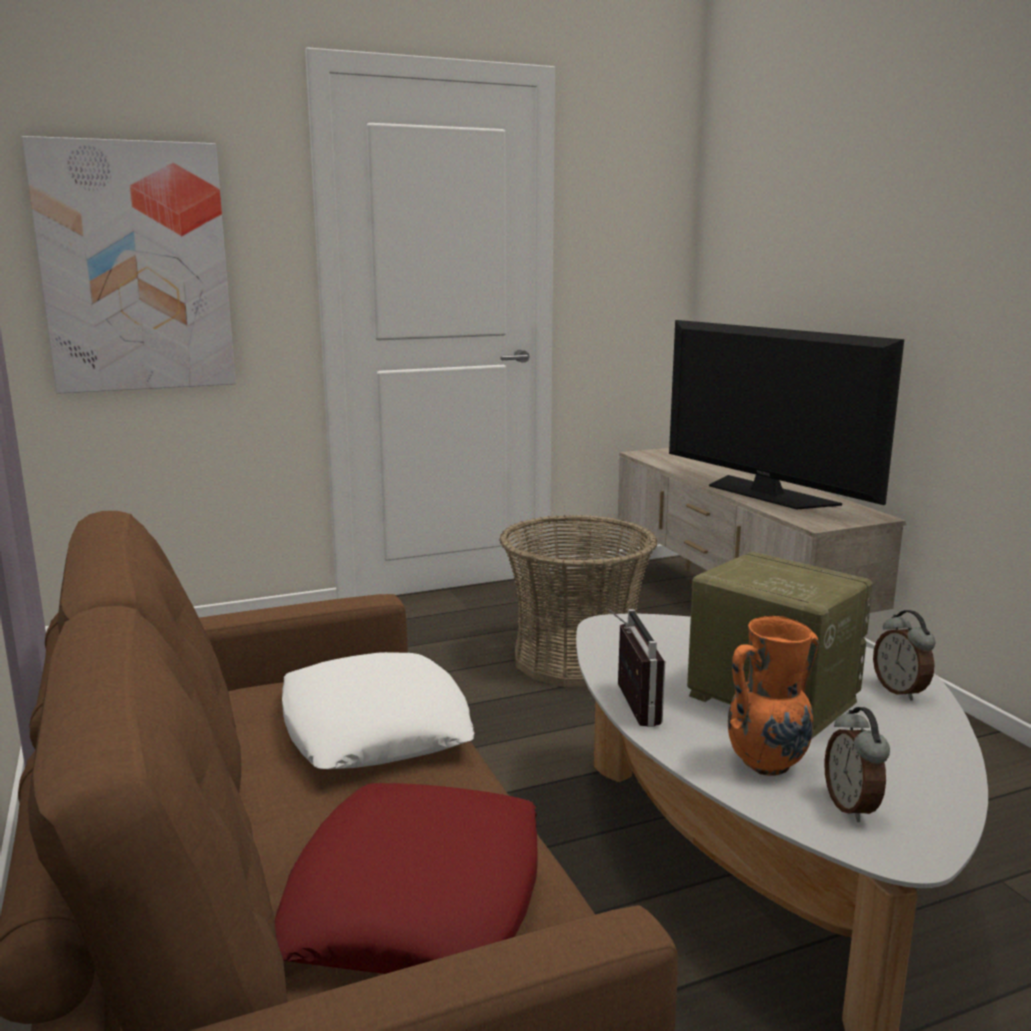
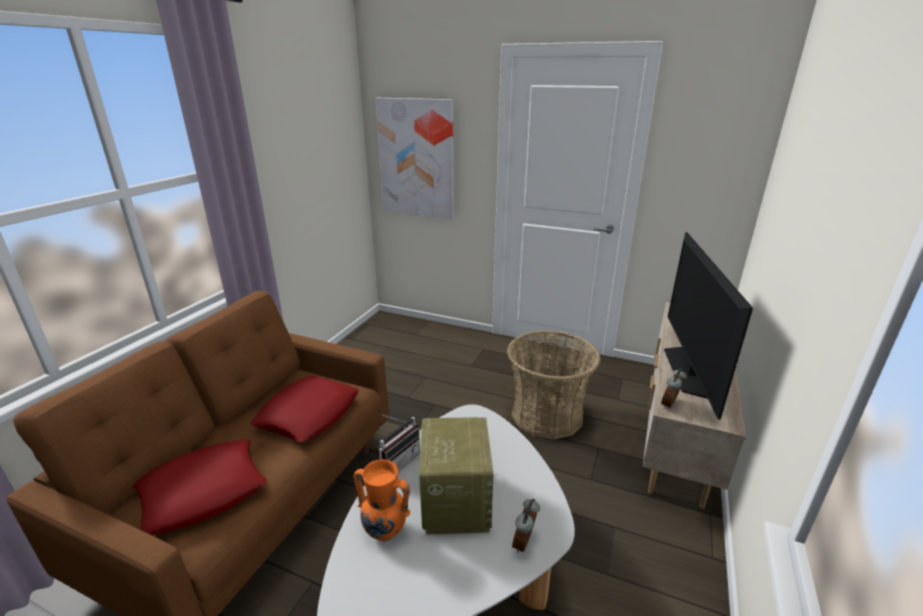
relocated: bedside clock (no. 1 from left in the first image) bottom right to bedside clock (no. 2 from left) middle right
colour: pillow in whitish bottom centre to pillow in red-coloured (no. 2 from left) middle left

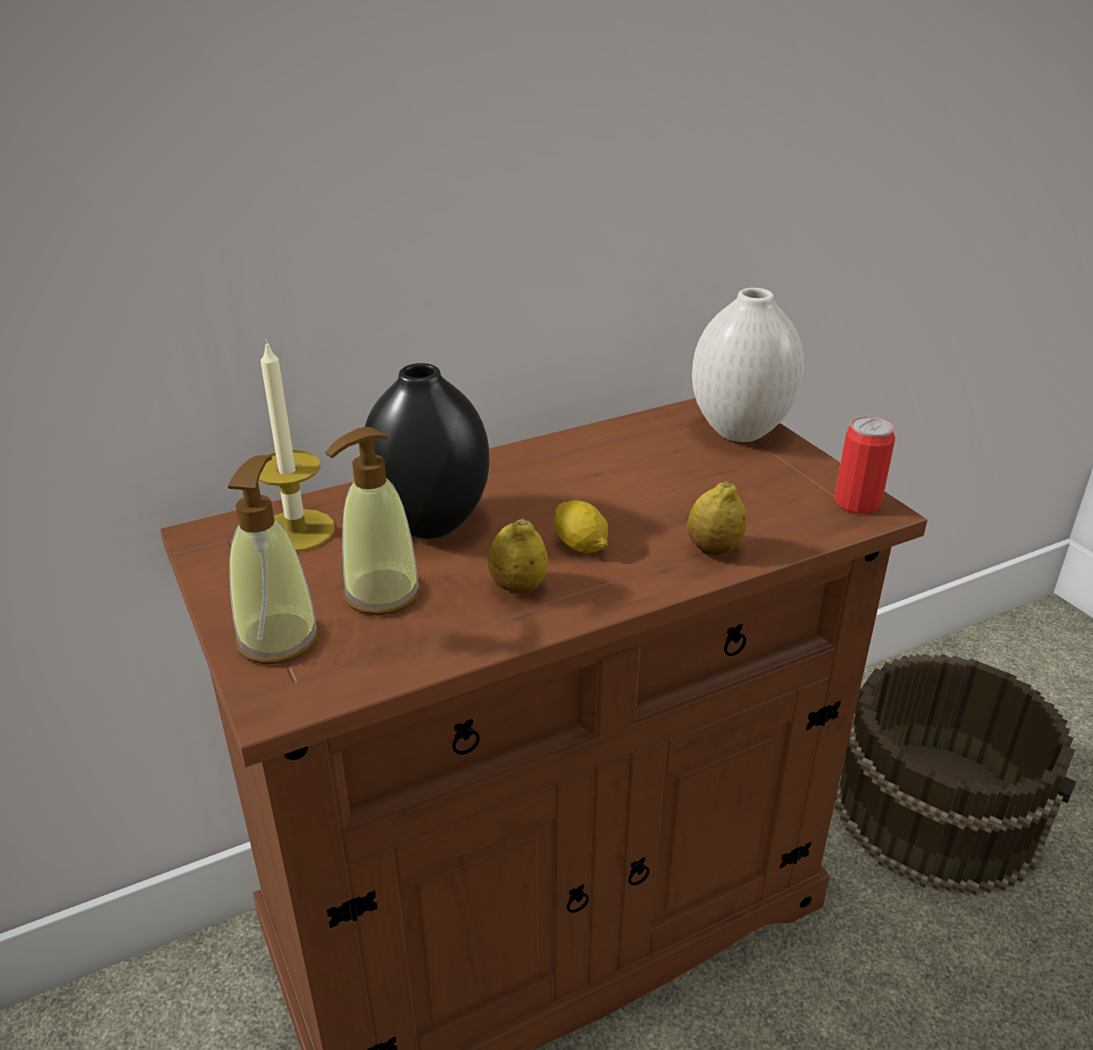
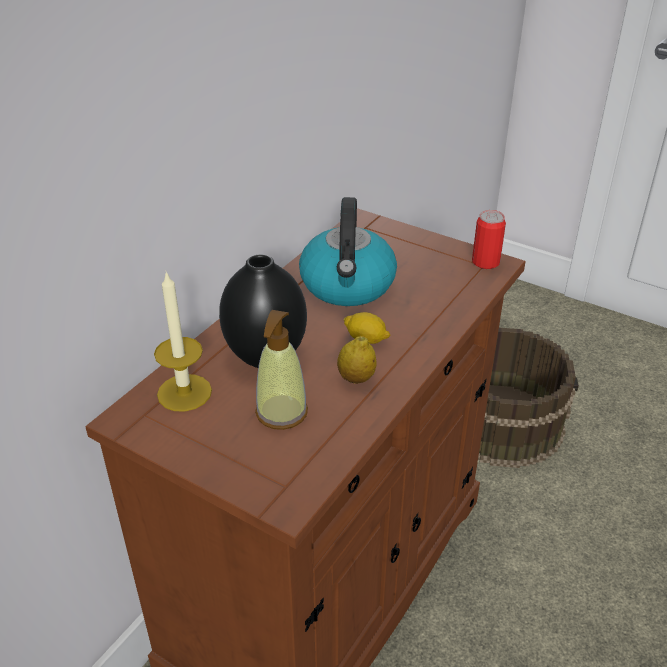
missing: flower vase in whitish middle right; soap bottle (no. 1 from left) middle left; citrus fruit (no. 3 from left) centre
appeared: kettle centre

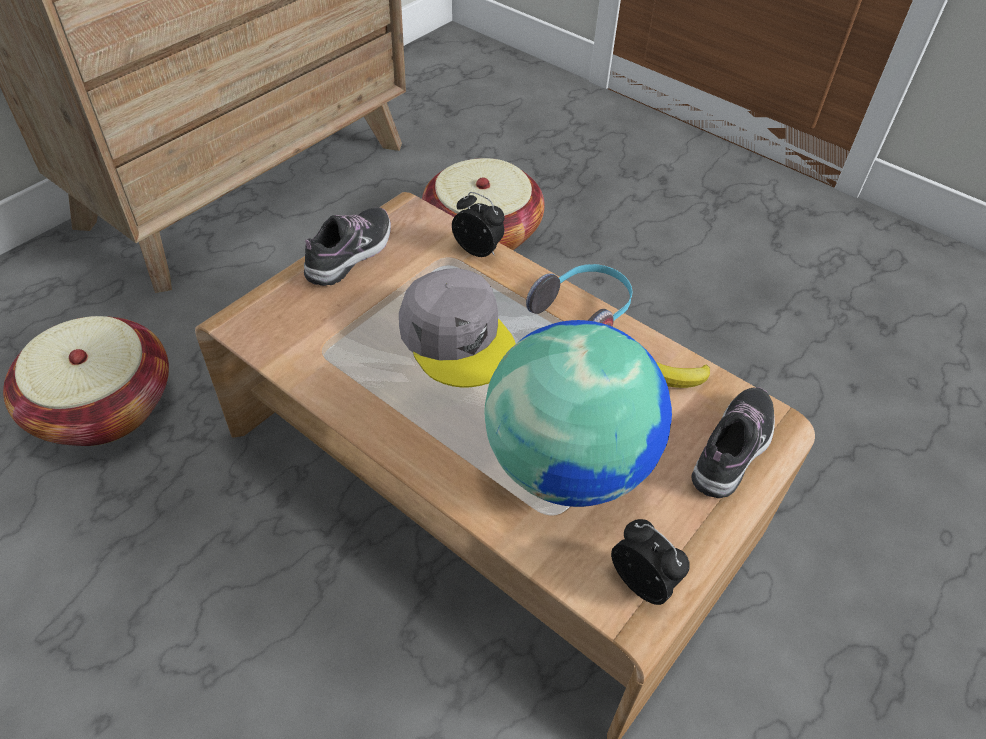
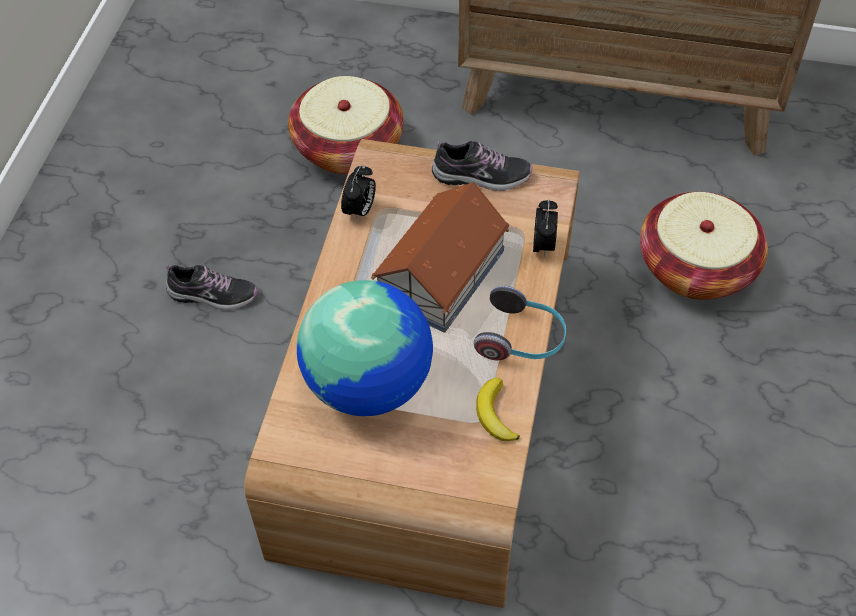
relocated: low shoe (no. 2 from left in the first image) middle right to low shoe (no. 1 from left) middle left; bedside clock (no. 2 from left in the first image) bottom centre to bedside clock (no. 1 from left) top centre
exchanged: cap in greyish centre to model house centre

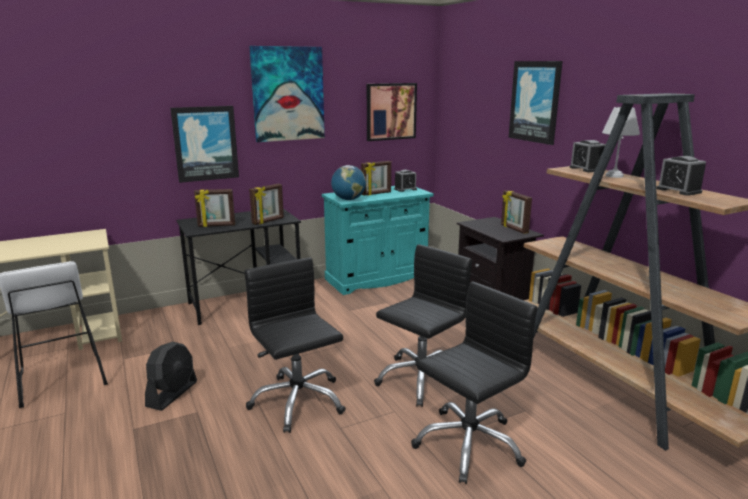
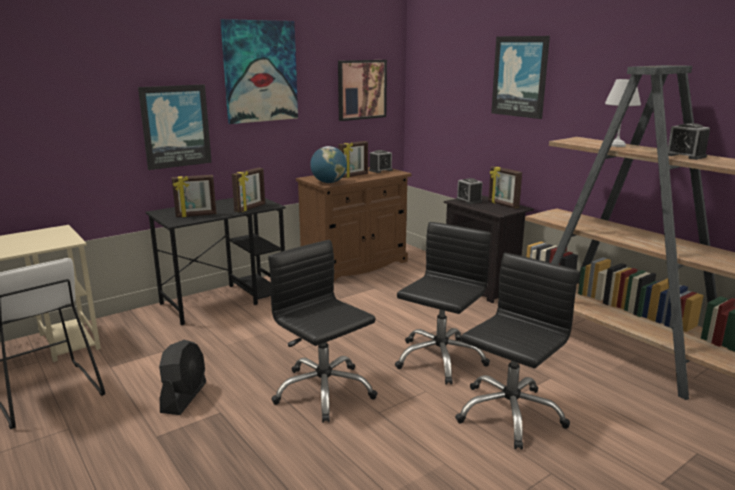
relocated: bedside clock (no. 2 from left) top right to centre
colour: cupboard in turquoise centre to cupboard in brown-coloured centre

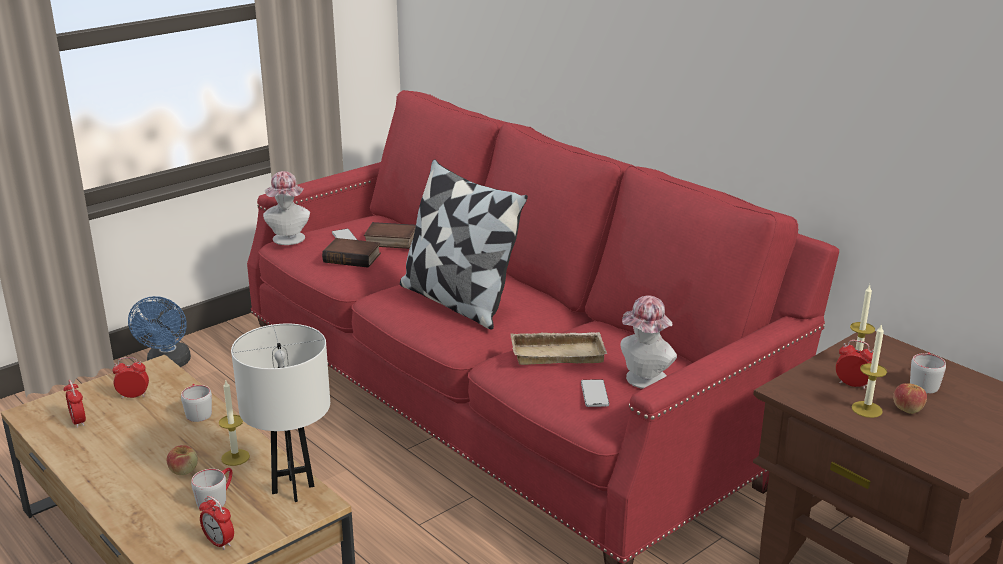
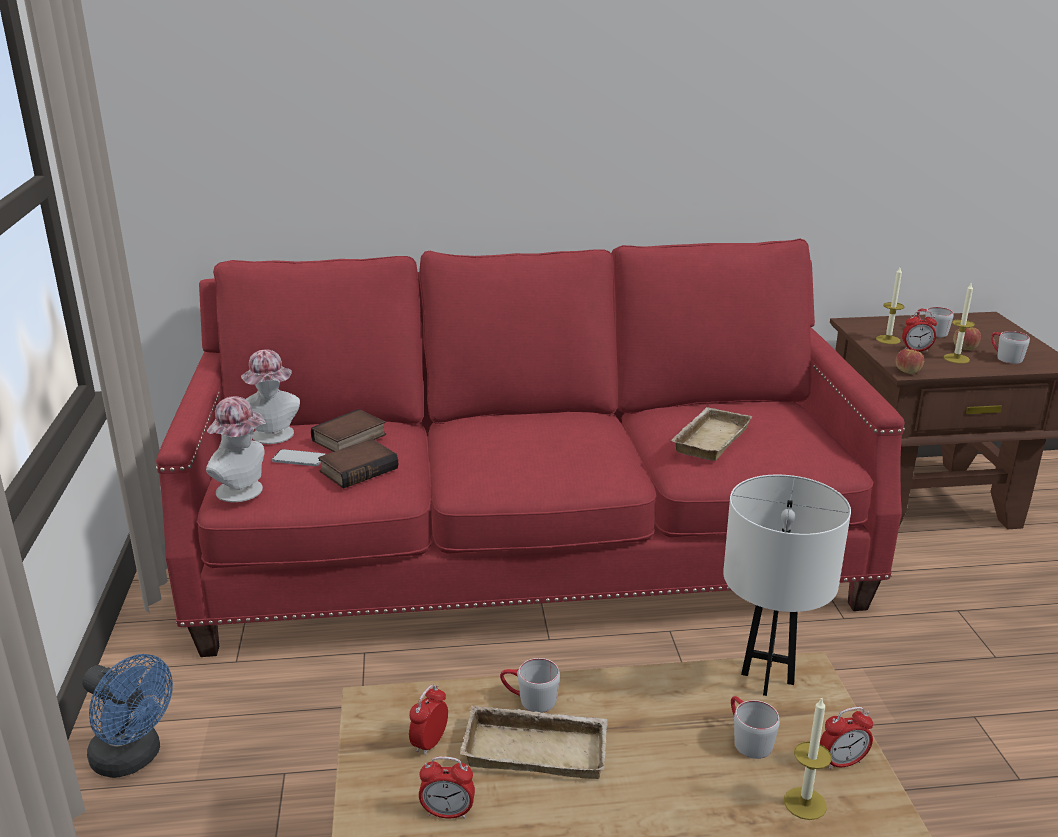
missing: pillow centre; telephone (no. 2 from left) bottom centre
appeared: tea mug in greyish (no. 4 from left) middle right; tray in sand-coloured (no. 1 from left) bottom centre
relocated: hat (no. 2 from left) centre to middle left; wax light (no. 1 from left) bottom left to bottom right; apple (no. 1 from left) bottom left to middle right
spun: bedside clock (no. 4 from left) middle right = middle right 150 degrees counterclockwise

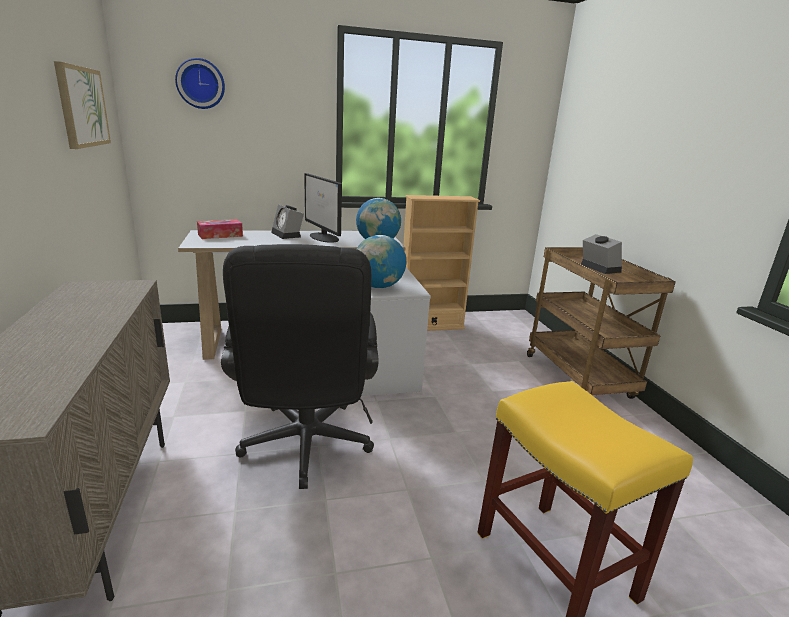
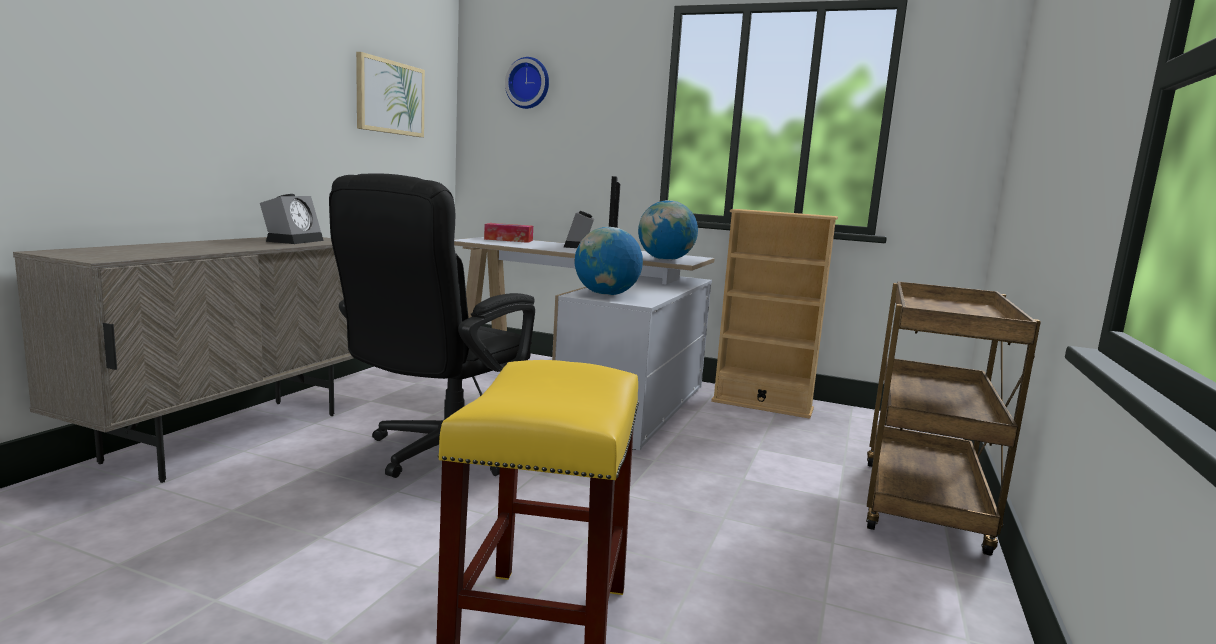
relocated: bedside clock (no. 2 from left in the first image) middle right to bedside clock (no. 1 from left) middle left

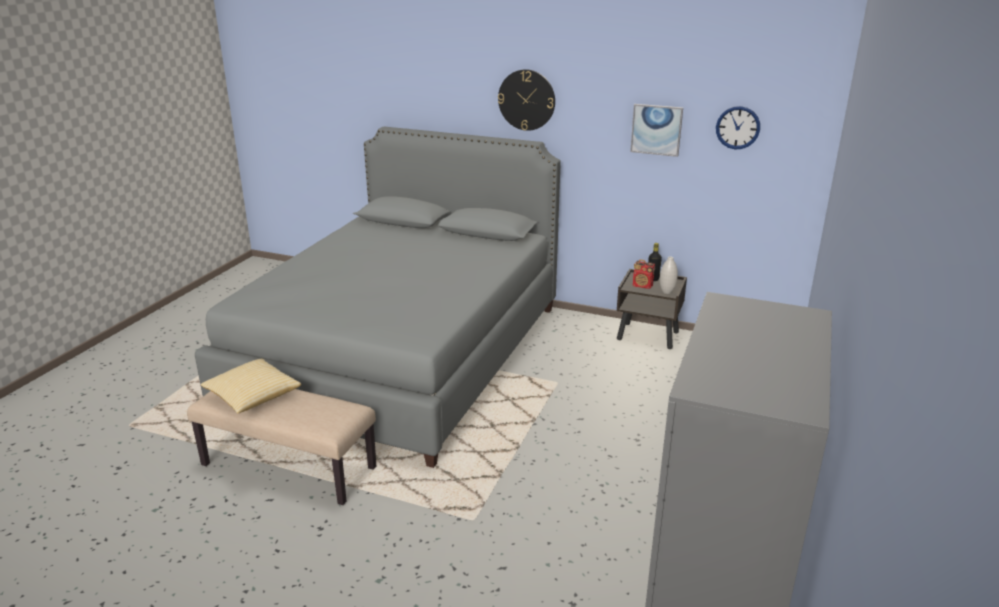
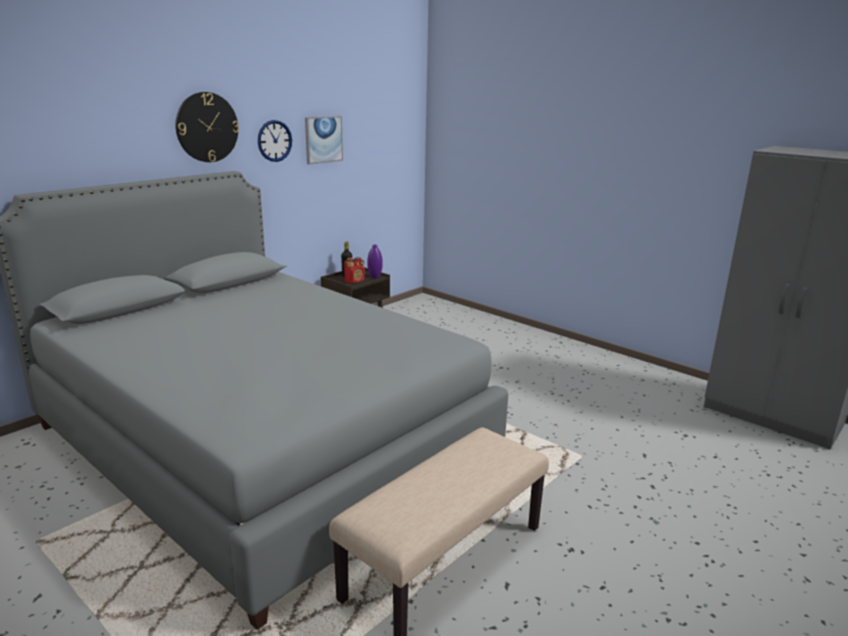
missing: pillow middle left
relocated: wall clock (no. 2 from left) top right to top left
colour: flower vase in whitish middle right to flower vase in purplish centre

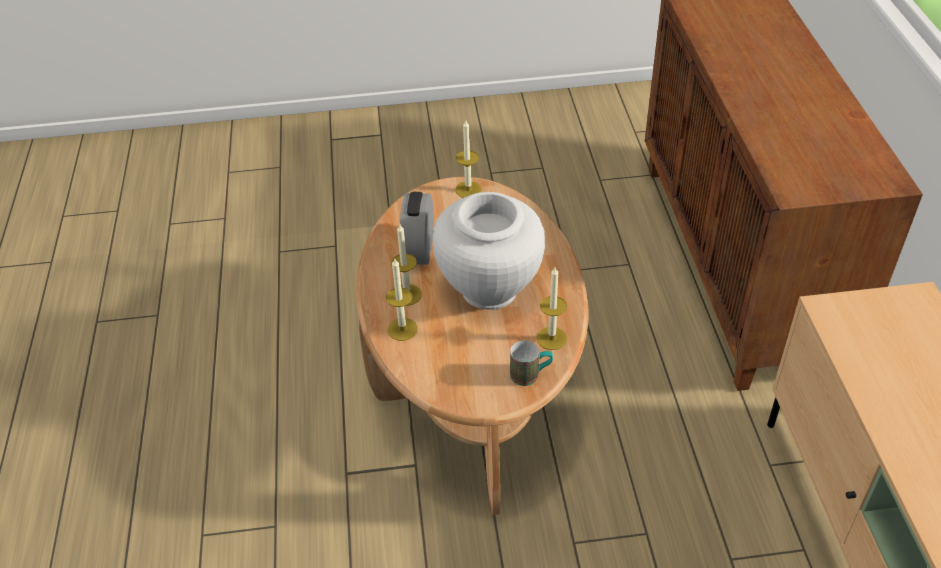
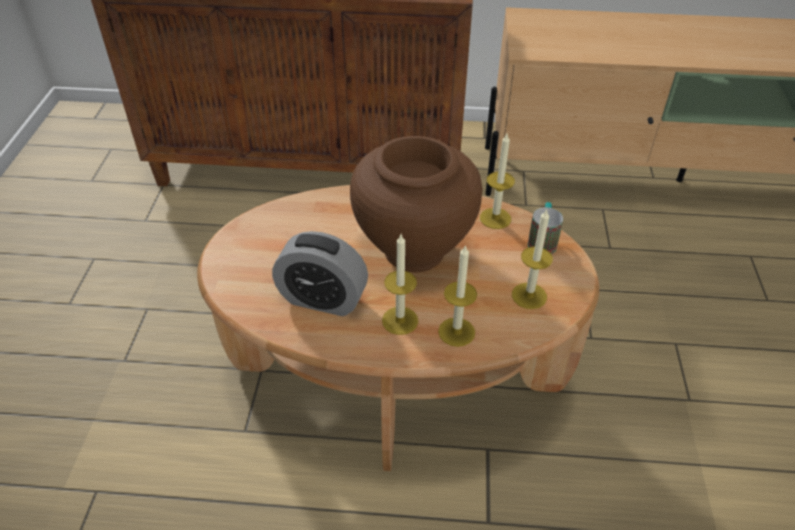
relocated: wax light (no. 3 from left in the first image) top centre to wax light (no. 4 from left) middle right
colour: flower vase in whitish centre to flower vase in brown-coloured centre

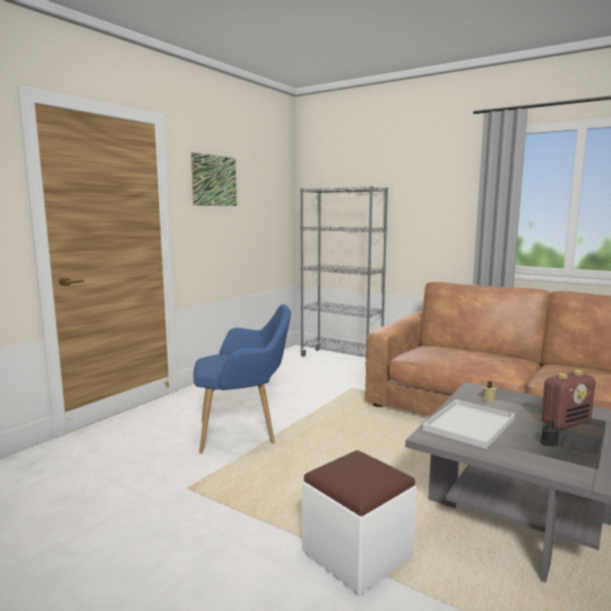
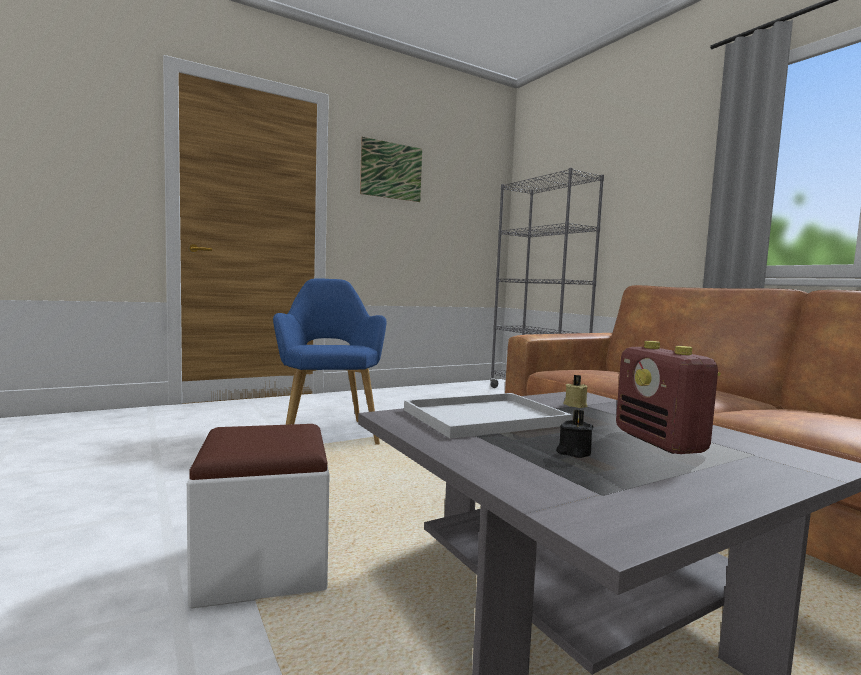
spun: armchair in blue-coloured centre = centre 120 degrees counterclockwise; radio receiver middle right = middle right 75 degrees clockwise

